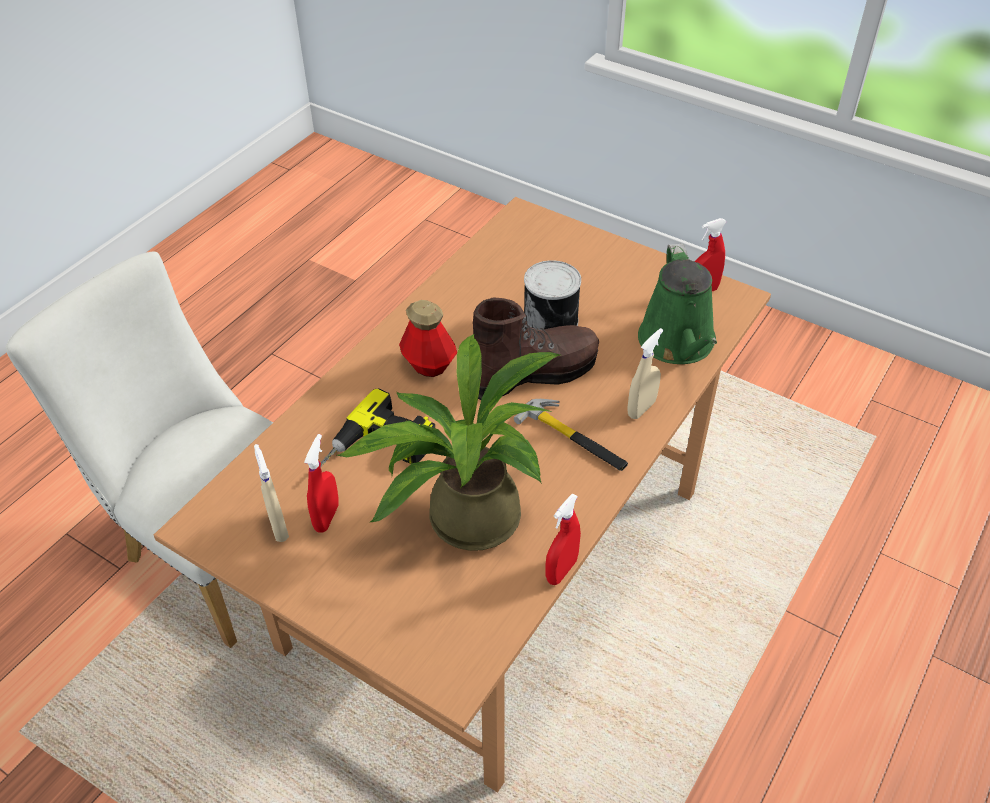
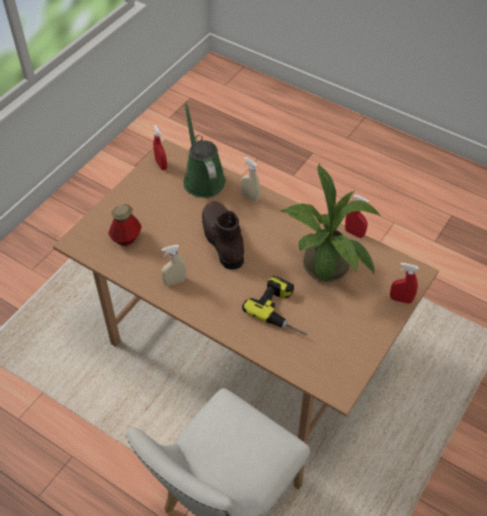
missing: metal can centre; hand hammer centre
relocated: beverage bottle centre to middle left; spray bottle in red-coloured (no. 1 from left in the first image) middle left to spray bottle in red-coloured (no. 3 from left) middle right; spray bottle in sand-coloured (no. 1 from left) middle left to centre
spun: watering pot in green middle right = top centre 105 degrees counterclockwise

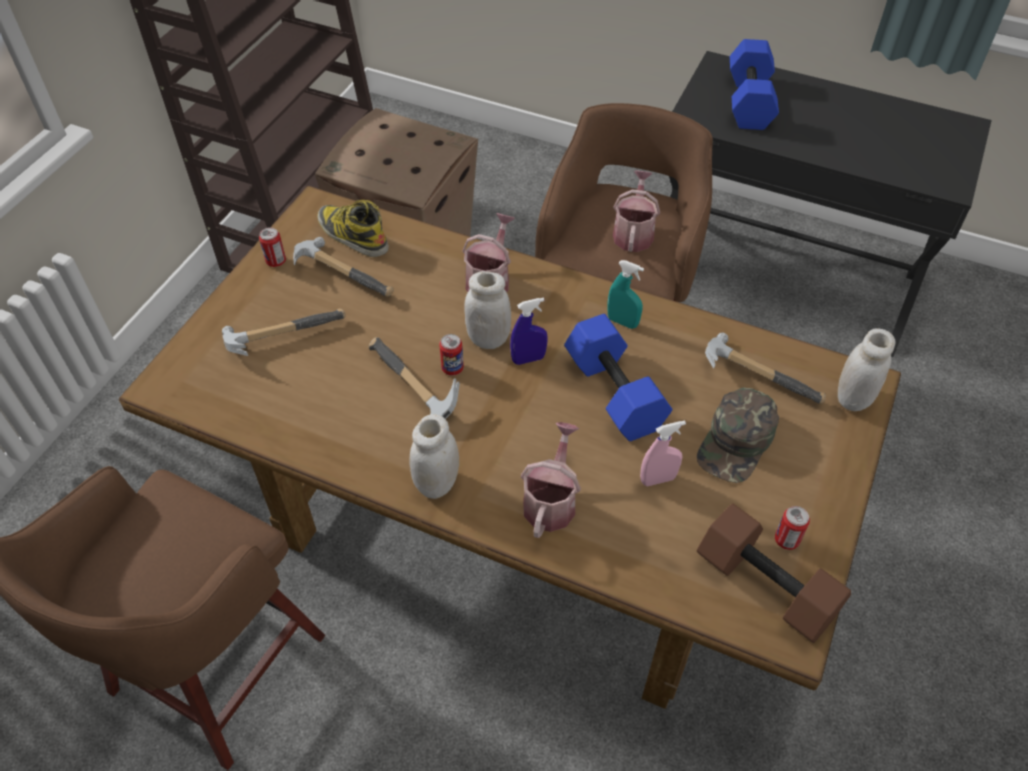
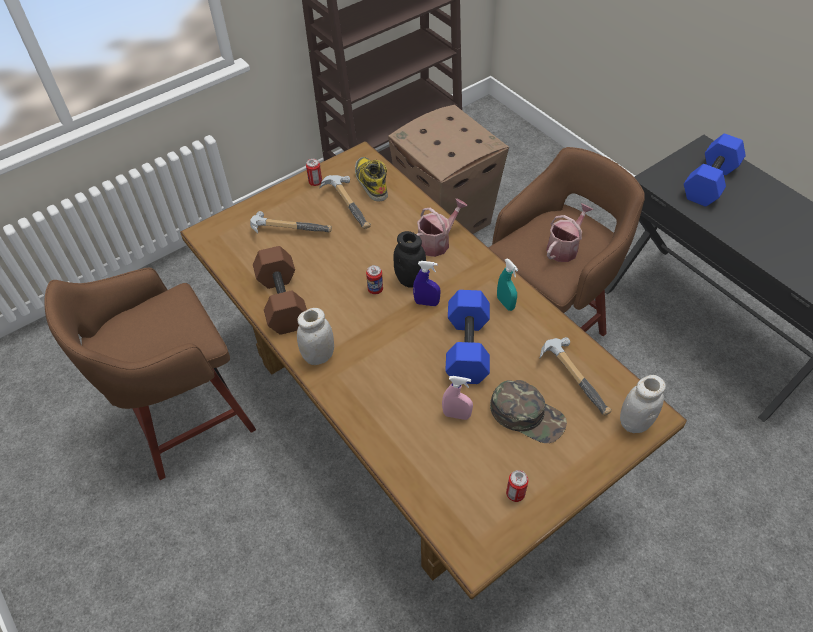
missing: hand hammer (no. 3 from left) centre; watering pot (no. 2 from left) centre
relocated: dumbbell in brown-coloured bottom right to centre
colour: storage jar in whitish (no. 2 from left) centre to storage jar in black centre
spun: cap in green middle right = centre 120 degrees counterclockwise

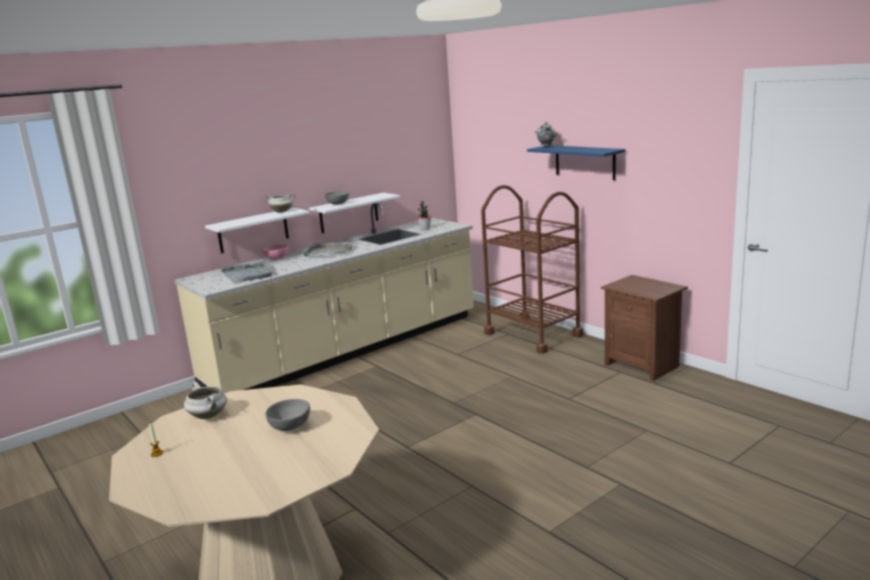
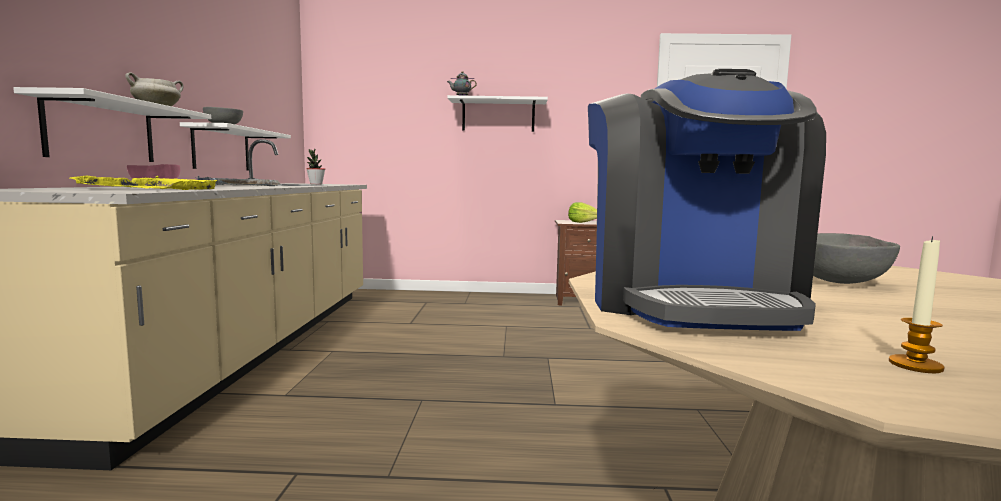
missing: cart in brown-coloured centre
appeared: head of lettuce centre
exchanged: stockpot in whitish (no. 1 from left) bottom left to coffee brewer middle right
colour: wall shelf in blue-coloured top centre to wall shelf in whitish (no. 3 from left) top centre; tray in greyish (no. 1 from left) middle left to tray in yellowish middle left

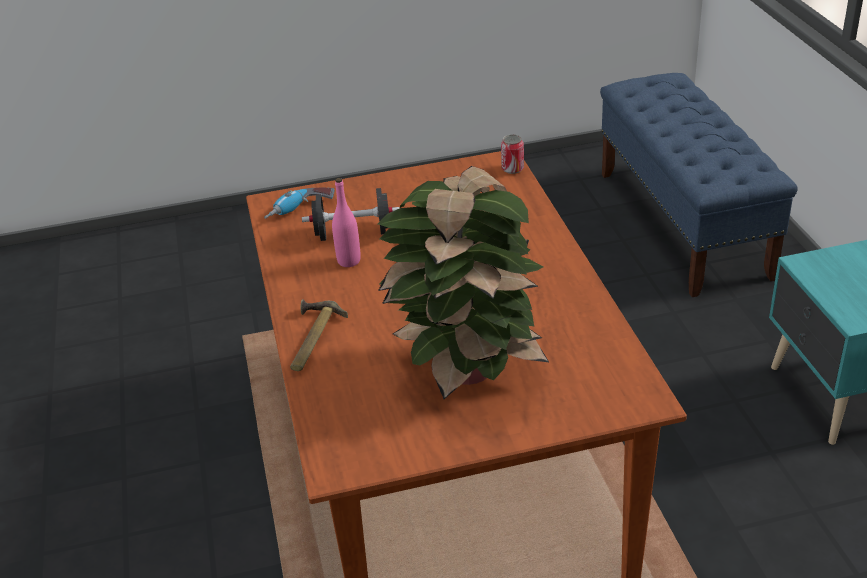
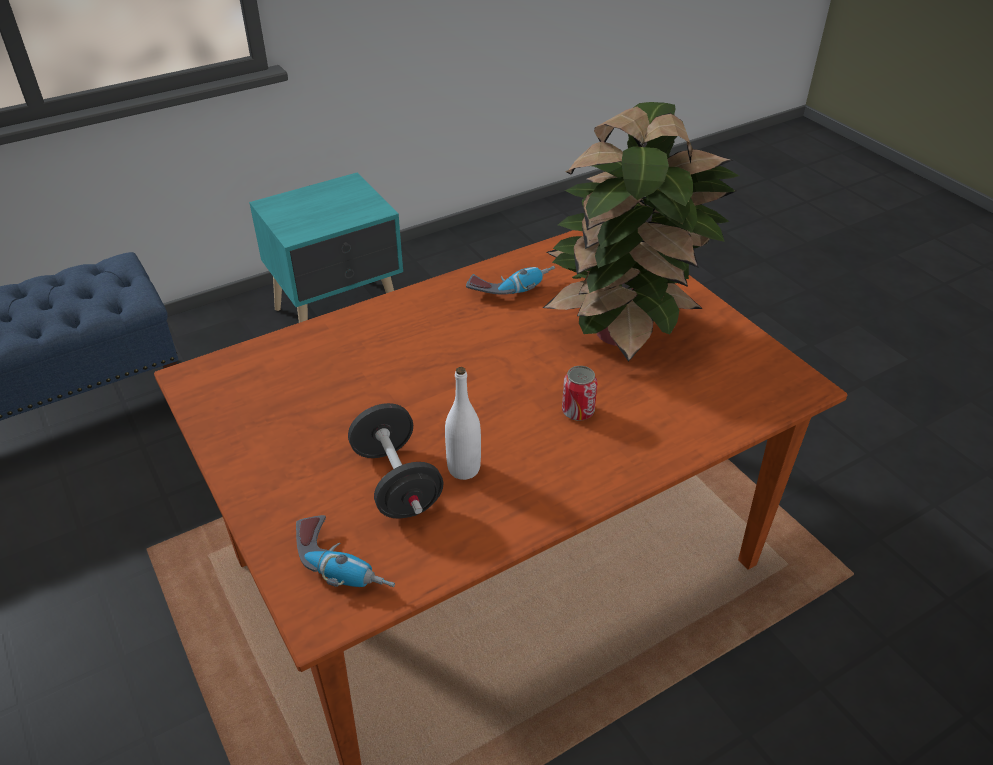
missing: hand hammer centre
appeared: electric drill (no. 2 from left) centre
relocated: metal can top centre to centre
colour: beverage bottle in pink centre to beverage bottle in whitish centre

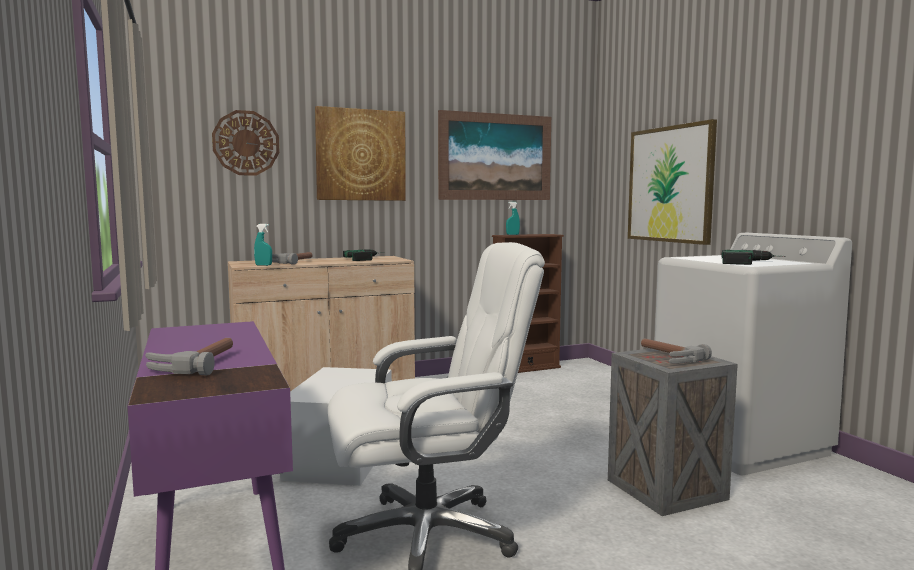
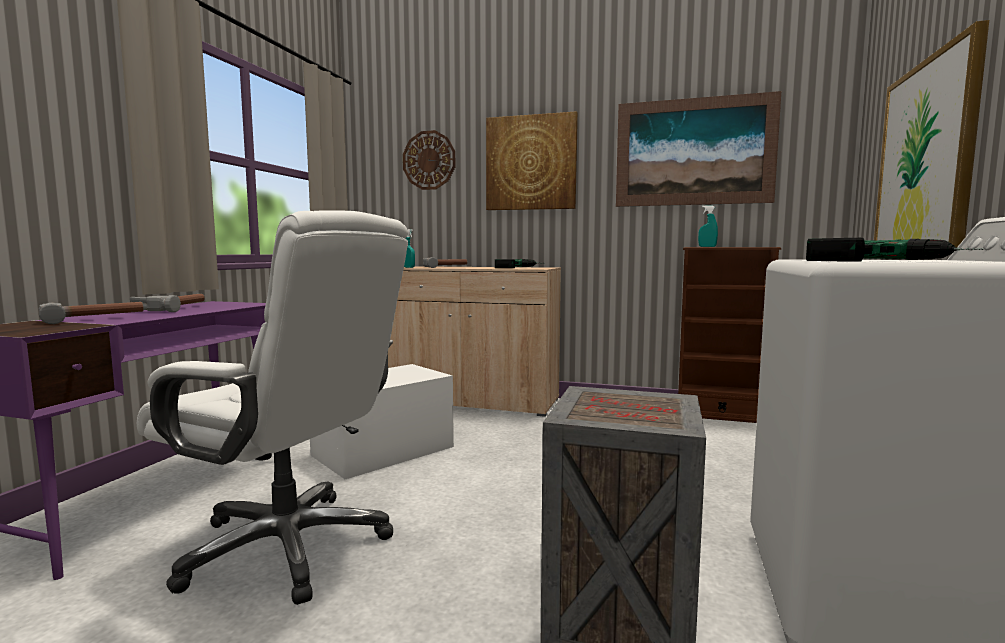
relocated: hand hammer (no. 3 from left in the first image) middle right to hand hammer (no. 2 from left) middle left

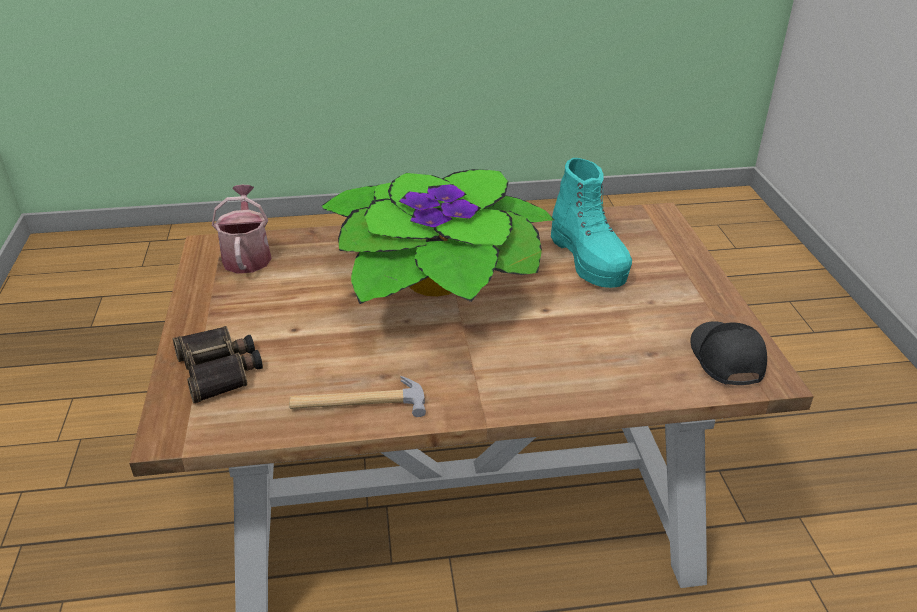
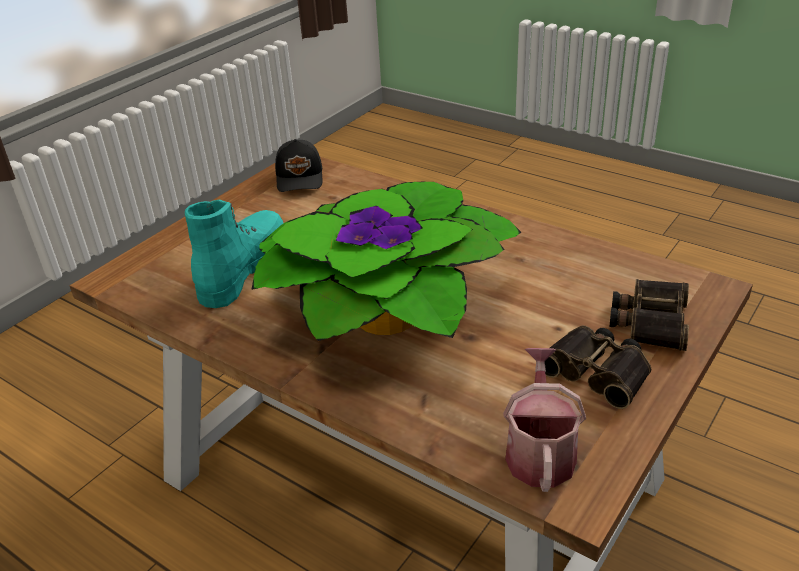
missing: hand hammer centre
appeared: field glasses (no. 1 from left) middle right
spun: watering pot middle left = bottom right 150 degrees clockwise; cap in black middle right = top centre 45 degrees counterclockwise

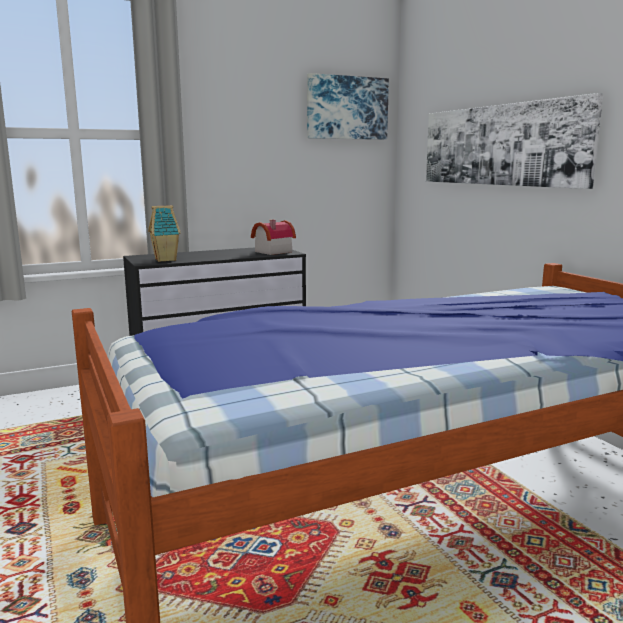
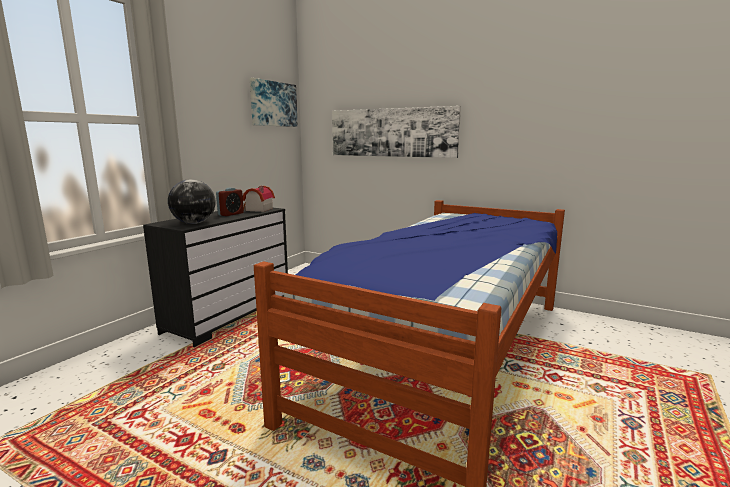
appeared: bedside clock middle left
exchanged: model house (no. 1 from left) middle left to globe middle left

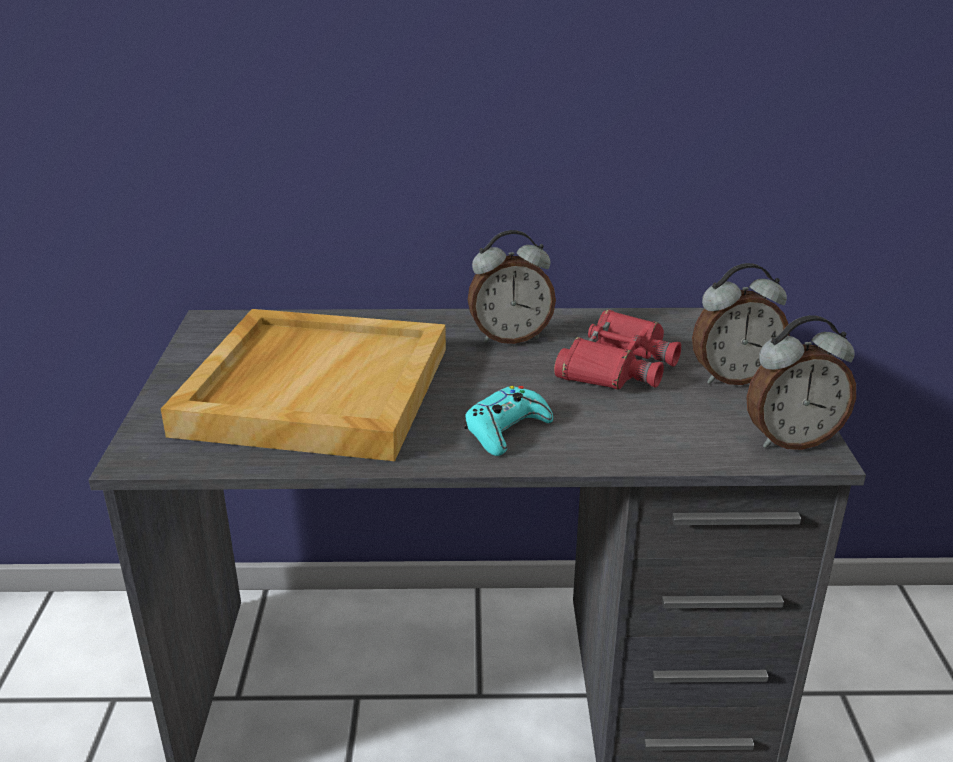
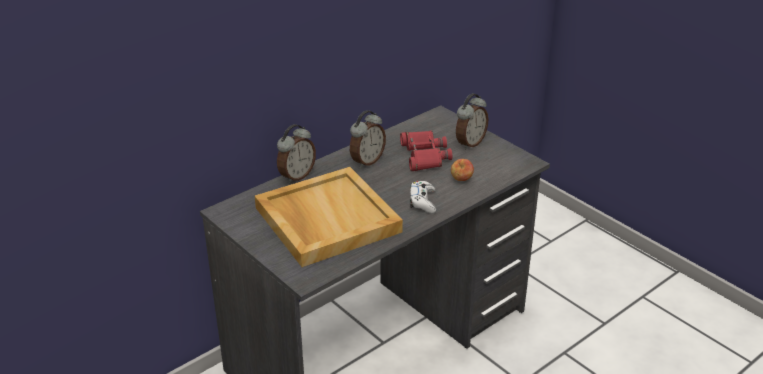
appeared: apple centre
relocated: bedside clock (no. 3 from left in the first image) middle right to bedside clock (no. 1 from left) centre
colour: game controller in turquoise centre to game controller in whitish centre

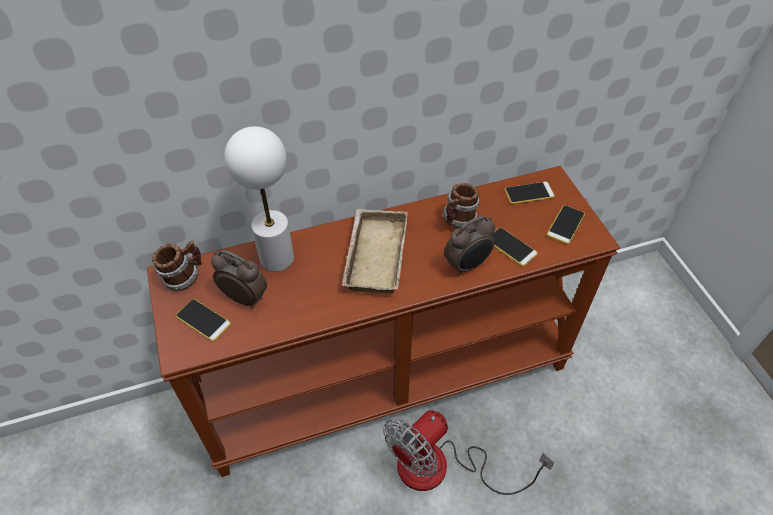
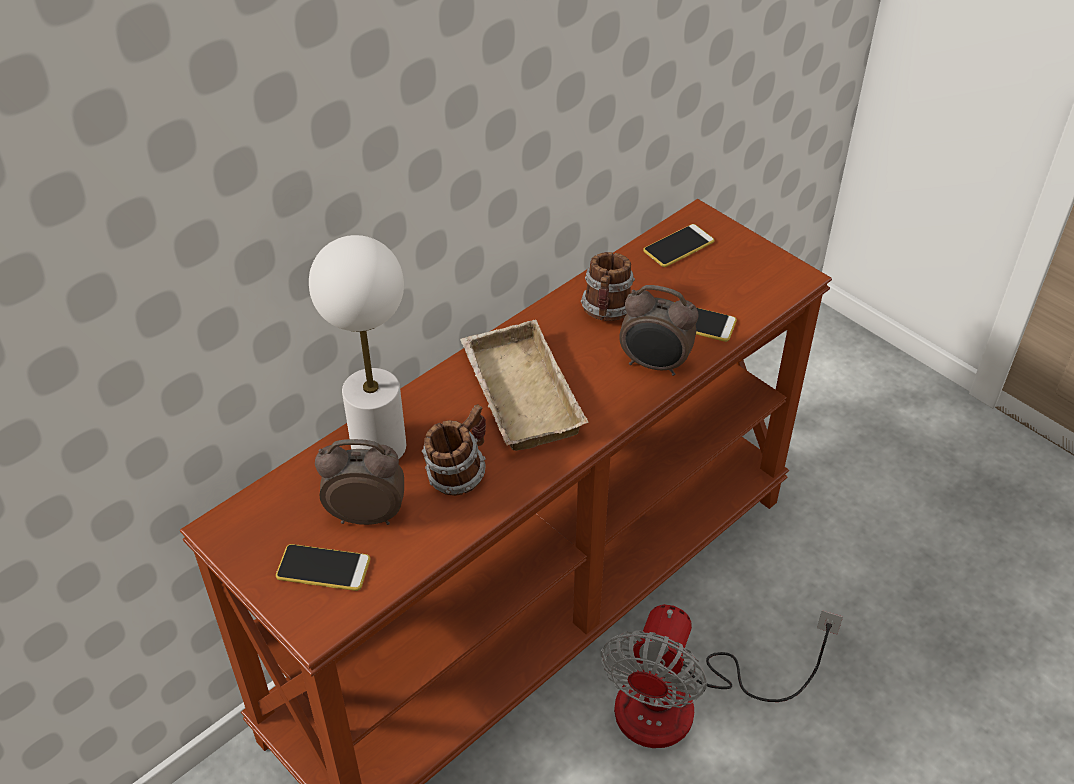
missing: telephone (no. 4 from left) middle right
relocated: tea mug (no. 1 from left) middle left to centre
spun: bedside clock (no. 2 from left) centre = centre 75 degrees clockwise

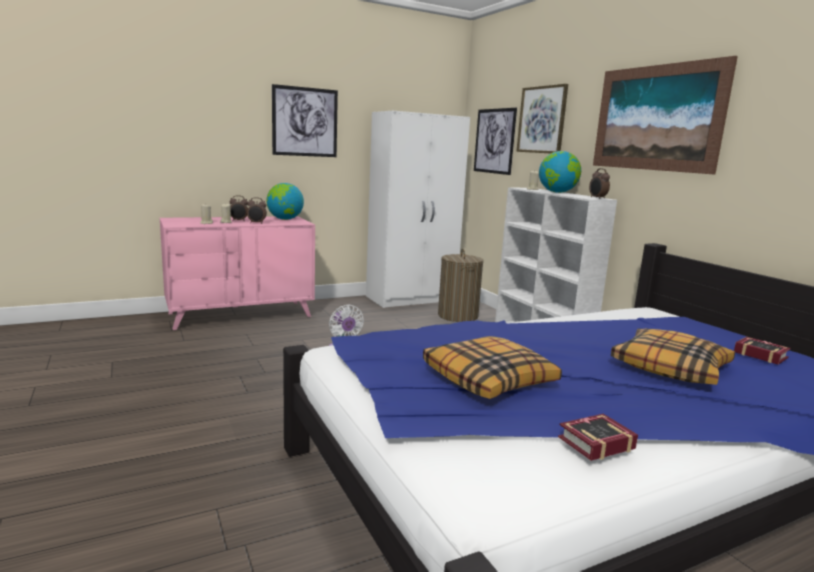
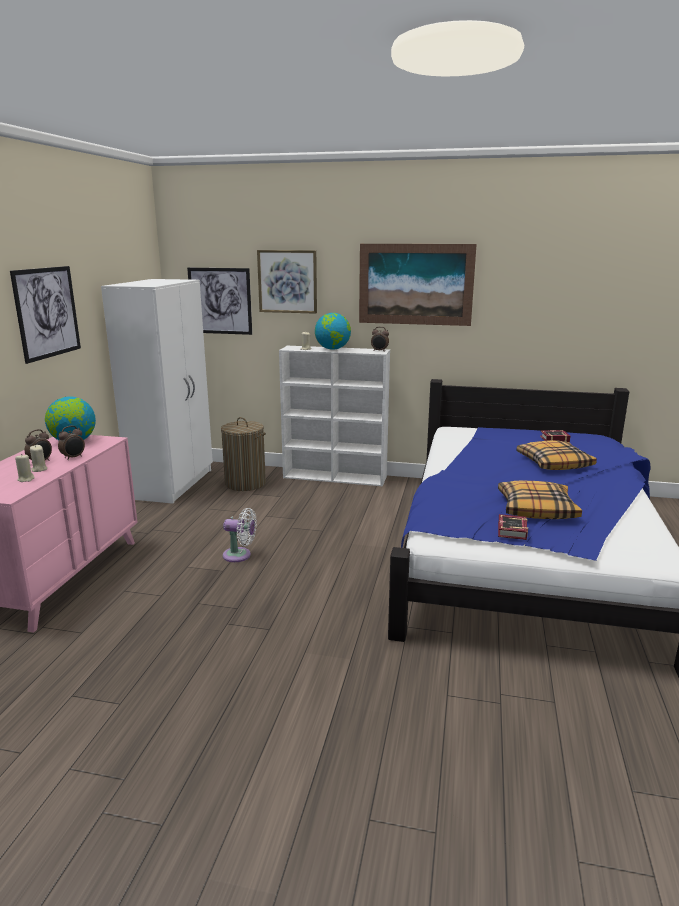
relocated: volume (no. 1 from left) bottom right to middle right

